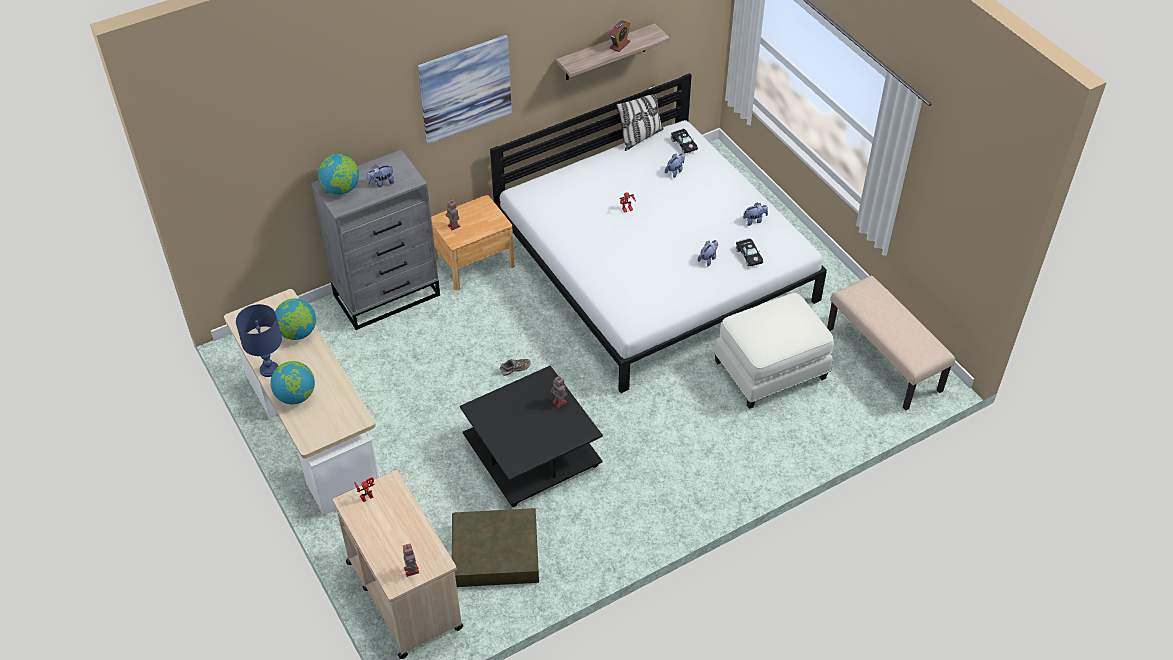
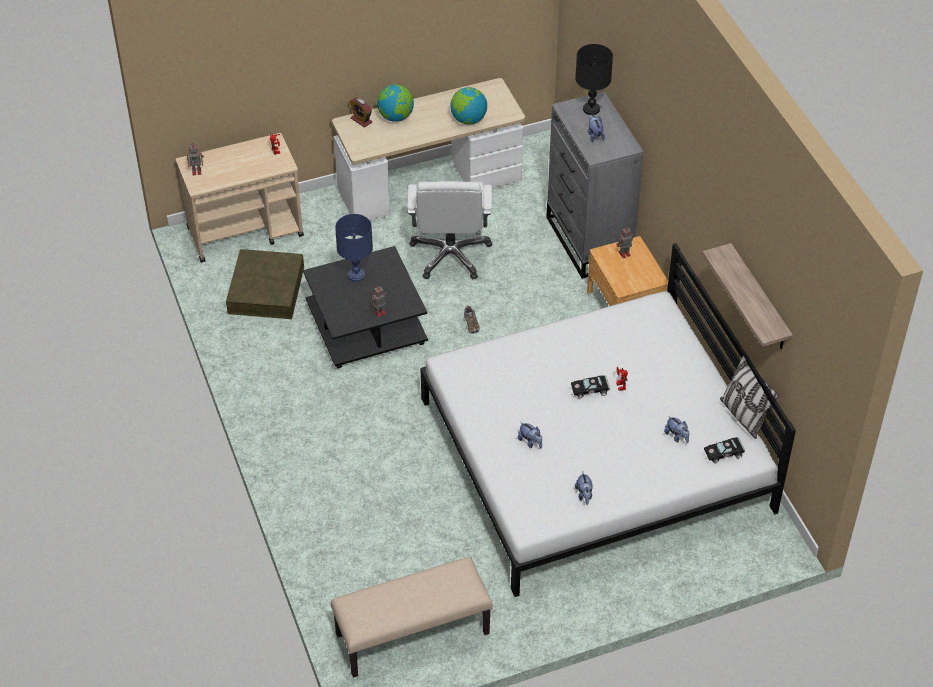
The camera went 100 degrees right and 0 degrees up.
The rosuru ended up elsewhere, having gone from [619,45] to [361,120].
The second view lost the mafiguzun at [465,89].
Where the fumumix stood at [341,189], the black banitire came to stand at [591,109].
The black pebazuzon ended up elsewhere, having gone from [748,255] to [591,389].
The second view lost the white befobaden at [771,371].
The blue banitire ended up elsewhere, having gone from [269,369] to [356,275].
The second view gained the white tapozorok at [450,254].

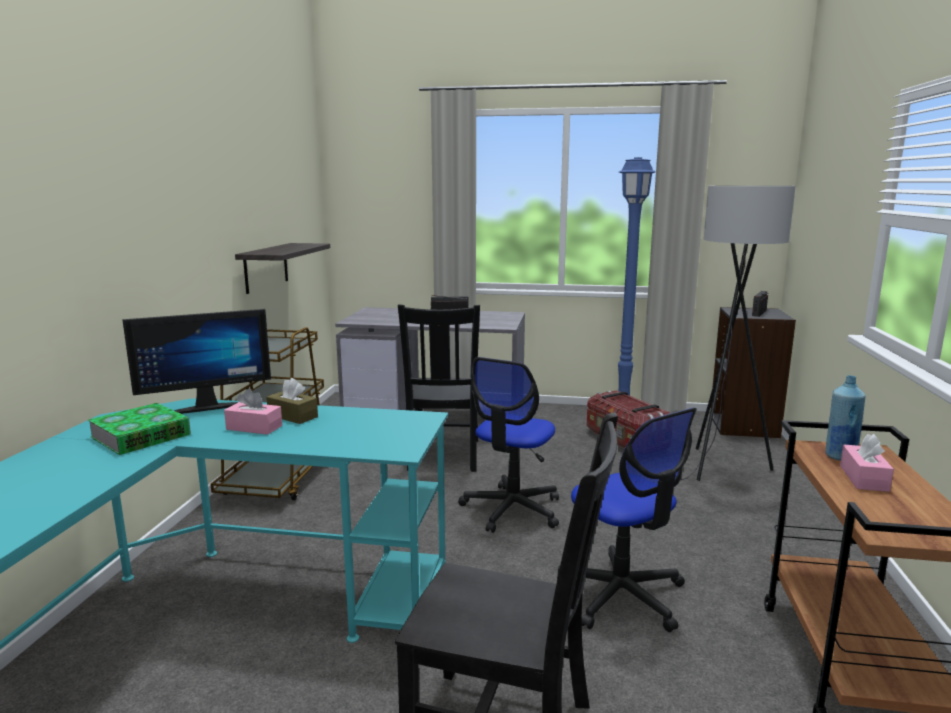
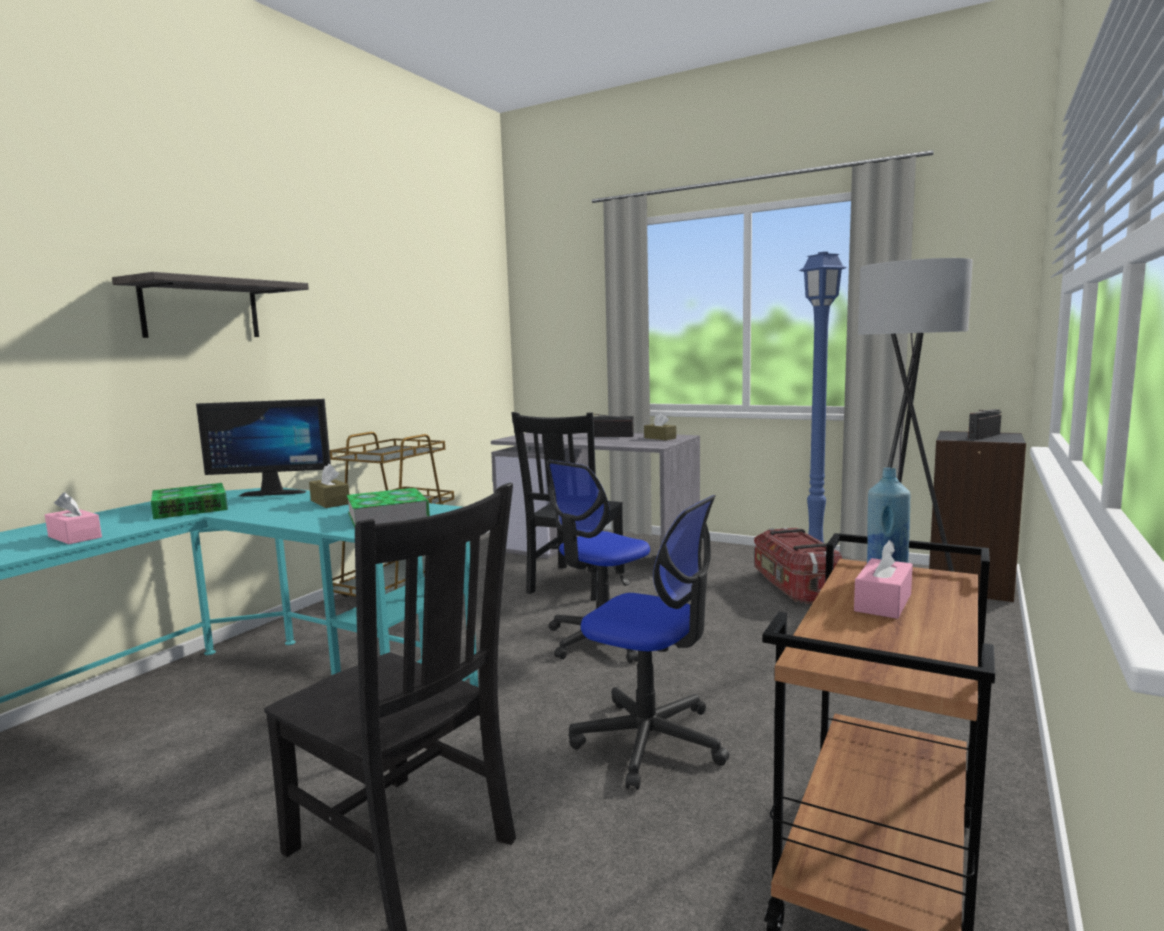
The camera went 20 degrees right and 5 degrees down.
The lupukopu ended up elsewhere, having gone from [266,267] to [201,310].
The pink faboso ended up elsewhere, having gone from [254,427] to [75,537].
The tapozorok at [622,595] ended up facing another way, 45 degrees counterclockwise from before.
The second view gained the brown faboso at [660,438].
The second view gained the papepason at [388,515].

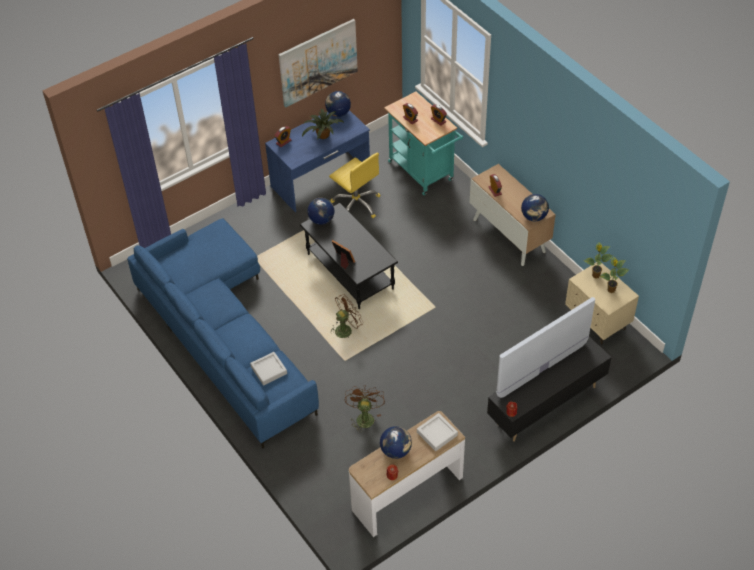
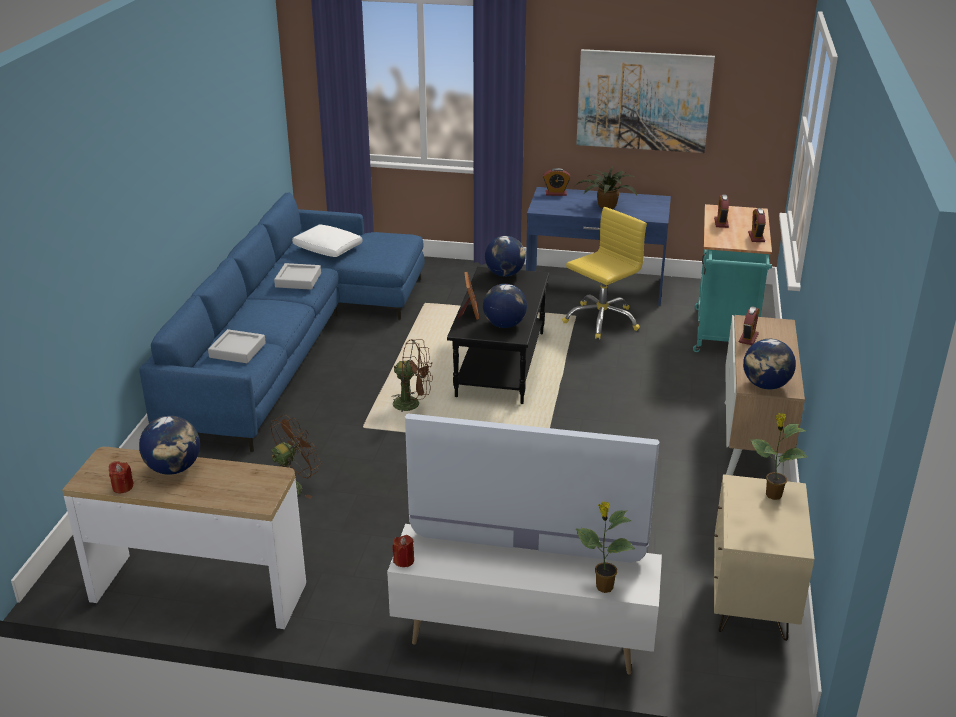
The camera went 45 degrees right and 20 degrees down.
The fumumix ended up elsewhere, having gone from [338,113] to [504,325].
The yellow tapozorok at [356,204] ended up facing another way, 135 degrees counterclockwise from before.
The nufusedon ended up elsewhere, having gone from [611,290] to [603,587].
What was the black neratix at [545,405] turned into the white neratix at [523,639].
The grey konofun ended up elsewhere, having gone from [437,434] to [298,280].
The second view gained the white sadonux at [327,249].

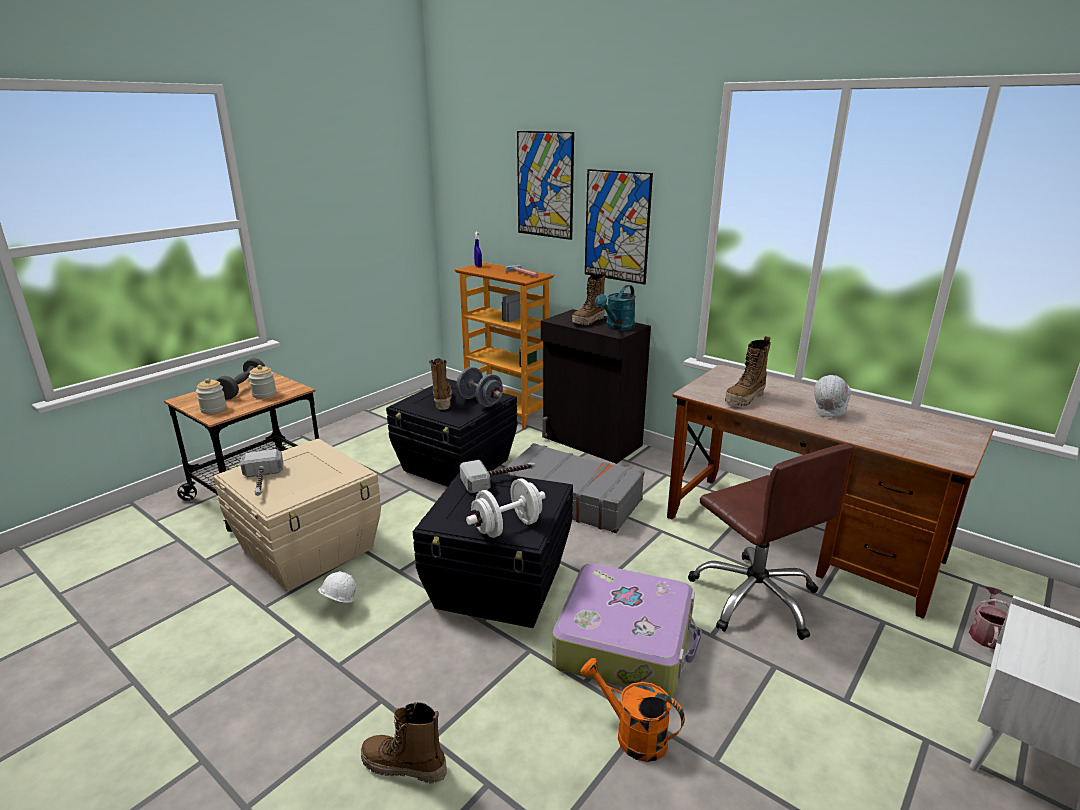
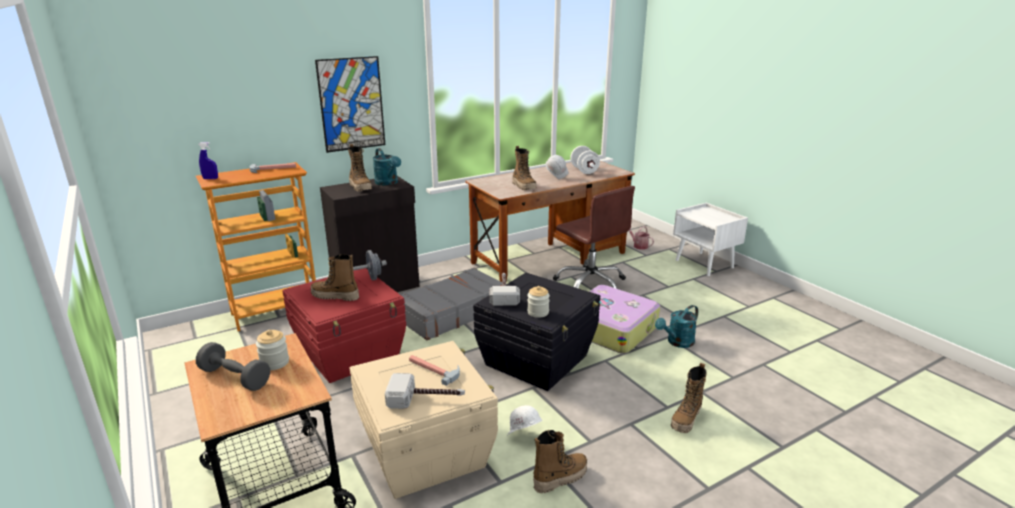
The camera went 70 degrees left and 0 degrees up.
The second view lost the mafiguzun at [545,185].
The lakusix ended up elsewhere, having gone from [213,409] to [538,312].
What was the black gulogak at [456,466] turned into the red gulogak at [351,353].
The brown tapozorok at [755,597] ended up facing another way, 60 degrees clockwise from before.
The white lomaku ended up elsewhere, having gone from [507,527] to [584,171].
What was the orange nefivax at [632,734] turned into the turquoise nefivax at [677,342].
The second view gained the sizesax at [434,369].
The second view gained the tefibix at [560,478].

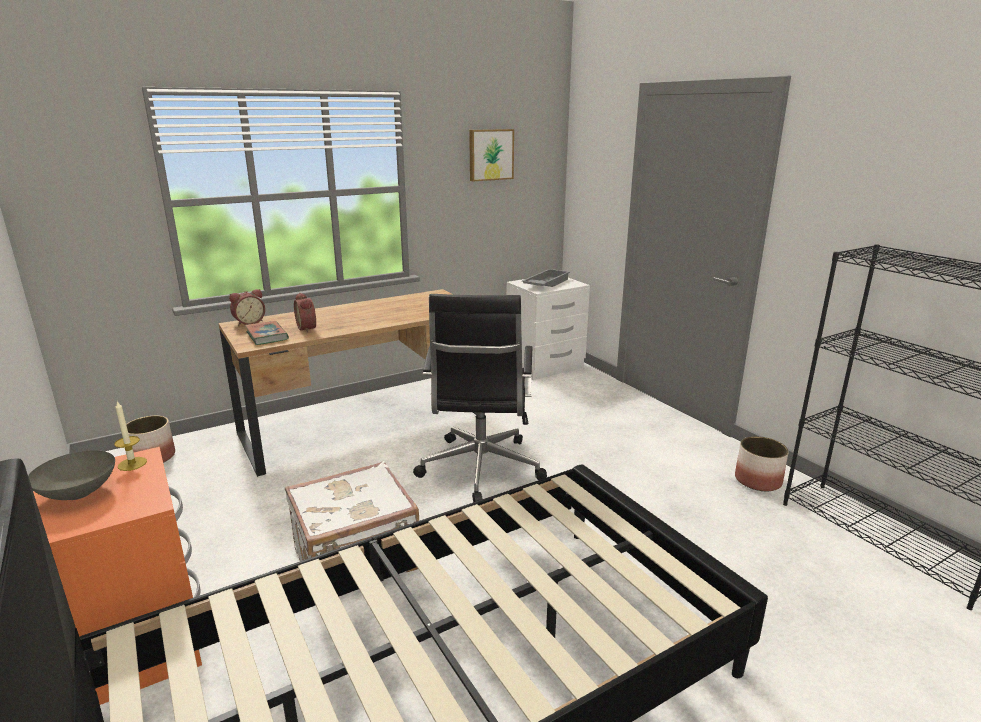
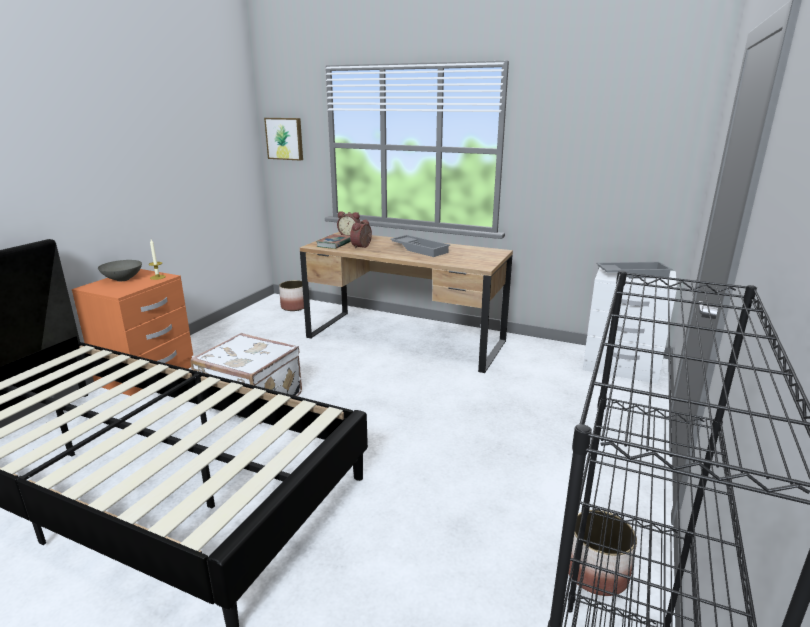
The camera went 55 degrees right and 0 degrees up.
The mafiguzun ended up elsewhere, having gone from [490,154] to [285,138].
The second view lost the black tapozorok at [480,470].
The second view gained the grey konofun at [420,249].

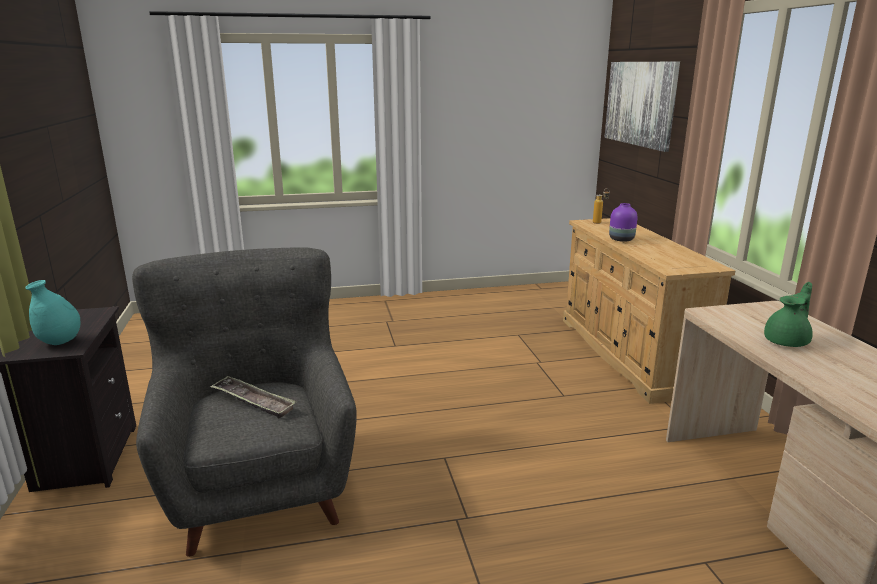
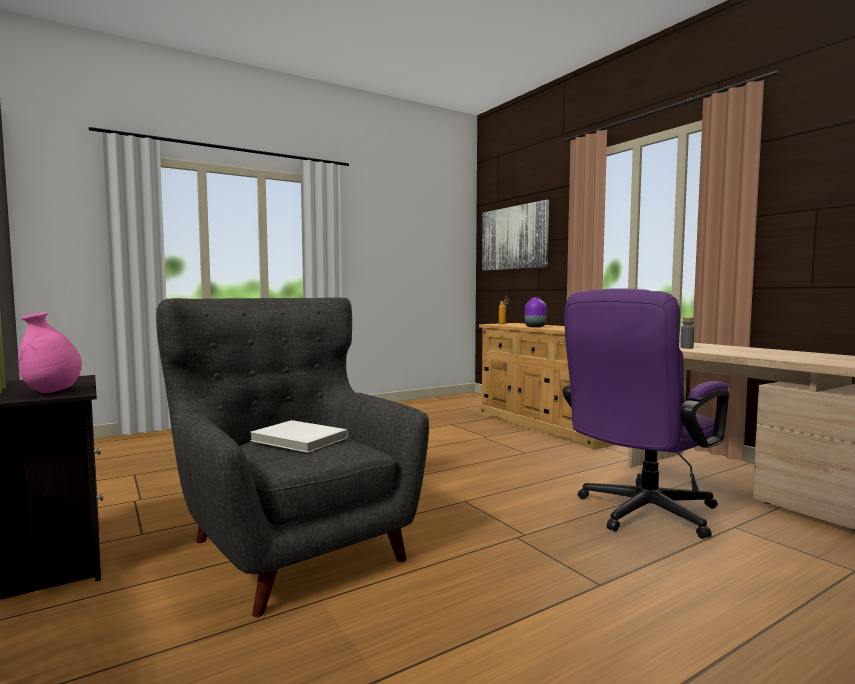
The camera went 20 degrees left and 15 degrees down.
What was the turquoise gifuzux at [60,342] turned into the pink gifuzux at [52,392].
The second view lost the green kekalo at [787,342].
Where the konofun stood at [253,401], the white papepason came to stand at [298,440].
The second view gained the purple tapozorok at [640,514].
The second view gained the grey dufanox at [686,348].

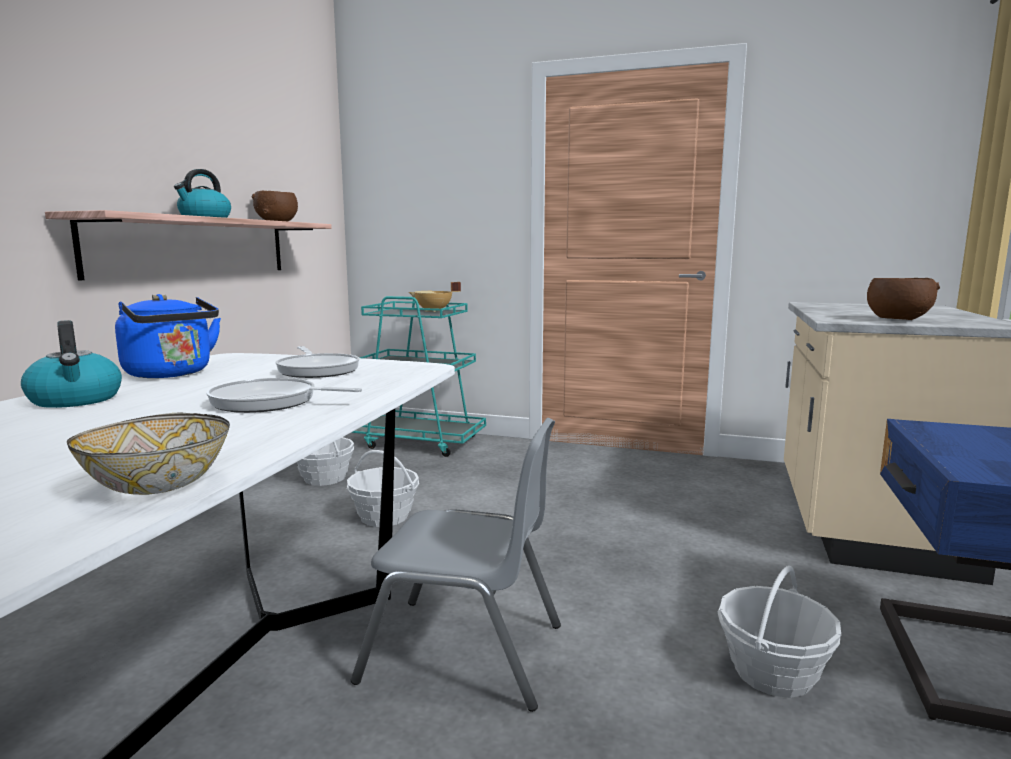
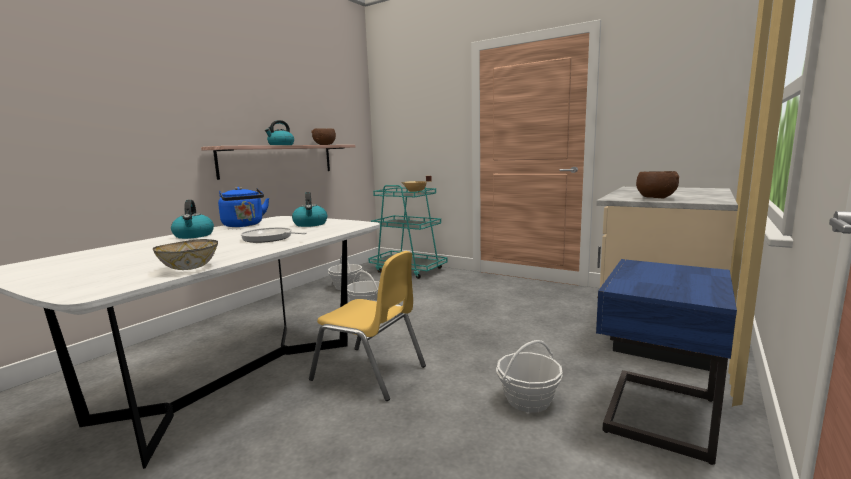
The camera went 15 degrees right and 0 degrees up.
Where the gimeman stood at [317,370], the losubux came to stand at [310,224].
What was the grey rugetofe at [464,652] turned into the yellow rugetofe at [369,373].

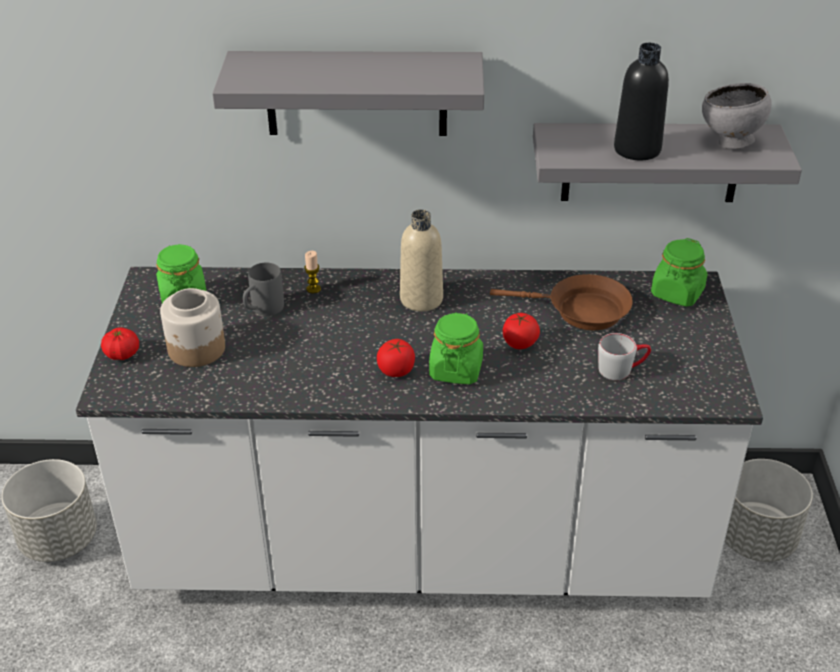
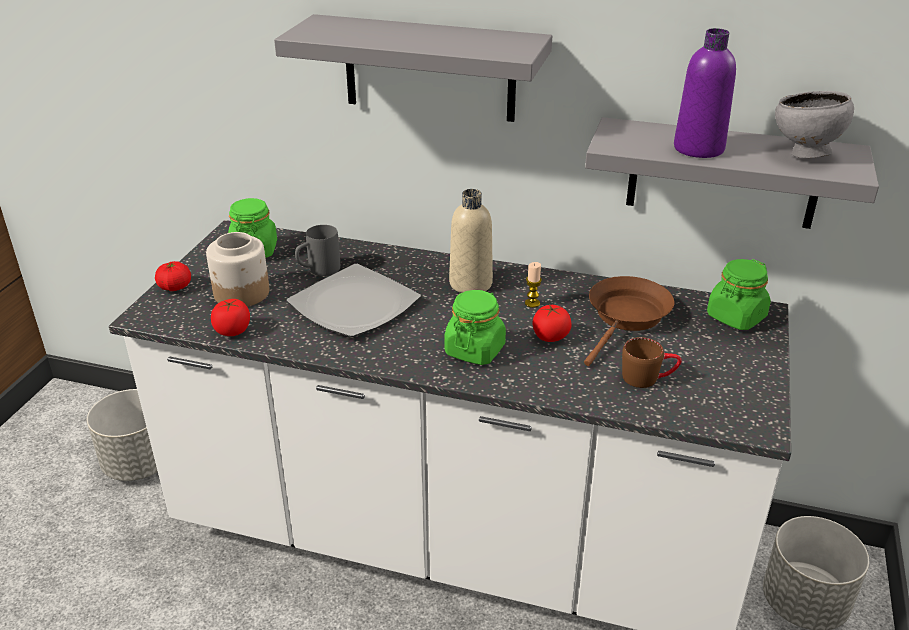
The camera went 15 degrees right and 5 degrees down.
What was the black dufanox at [637,149] turned into the purple dufanox at [698,149].
The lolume ended up elsewhere, having gone from [313,289] to [532,303].
The brown gimeman at [581,311] ended up facing another way, 90 degrees counterclockwise from before.
What was the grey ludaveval at [622,369] turned into the brown ludaveval at [648,378].
The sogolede ended up elsewhere, having gone from [396,370] to [233,330].
The second view gained the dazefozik at [354,304].

